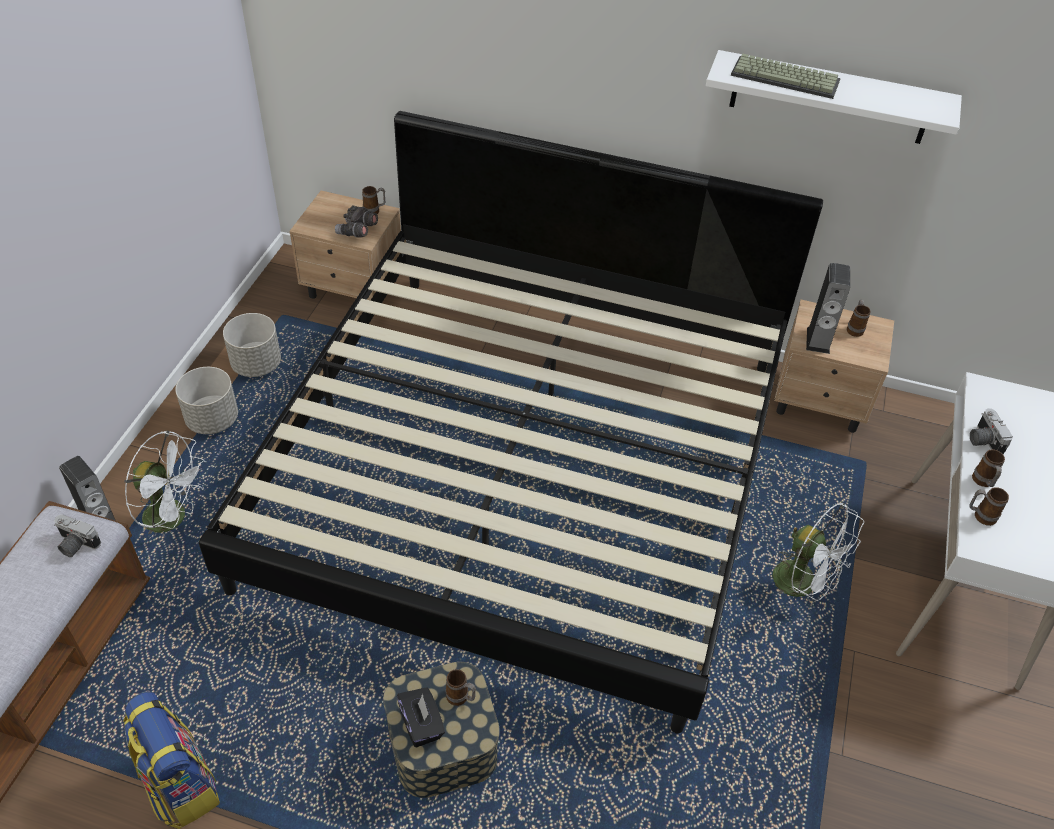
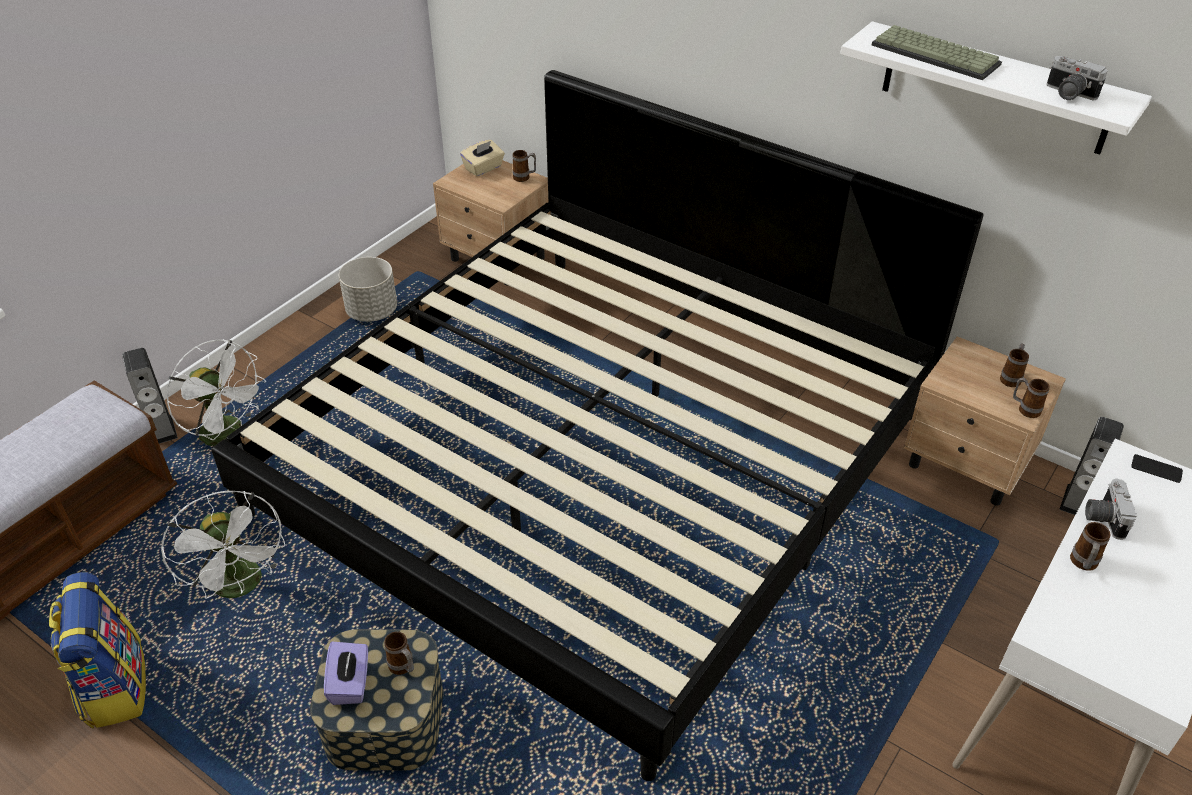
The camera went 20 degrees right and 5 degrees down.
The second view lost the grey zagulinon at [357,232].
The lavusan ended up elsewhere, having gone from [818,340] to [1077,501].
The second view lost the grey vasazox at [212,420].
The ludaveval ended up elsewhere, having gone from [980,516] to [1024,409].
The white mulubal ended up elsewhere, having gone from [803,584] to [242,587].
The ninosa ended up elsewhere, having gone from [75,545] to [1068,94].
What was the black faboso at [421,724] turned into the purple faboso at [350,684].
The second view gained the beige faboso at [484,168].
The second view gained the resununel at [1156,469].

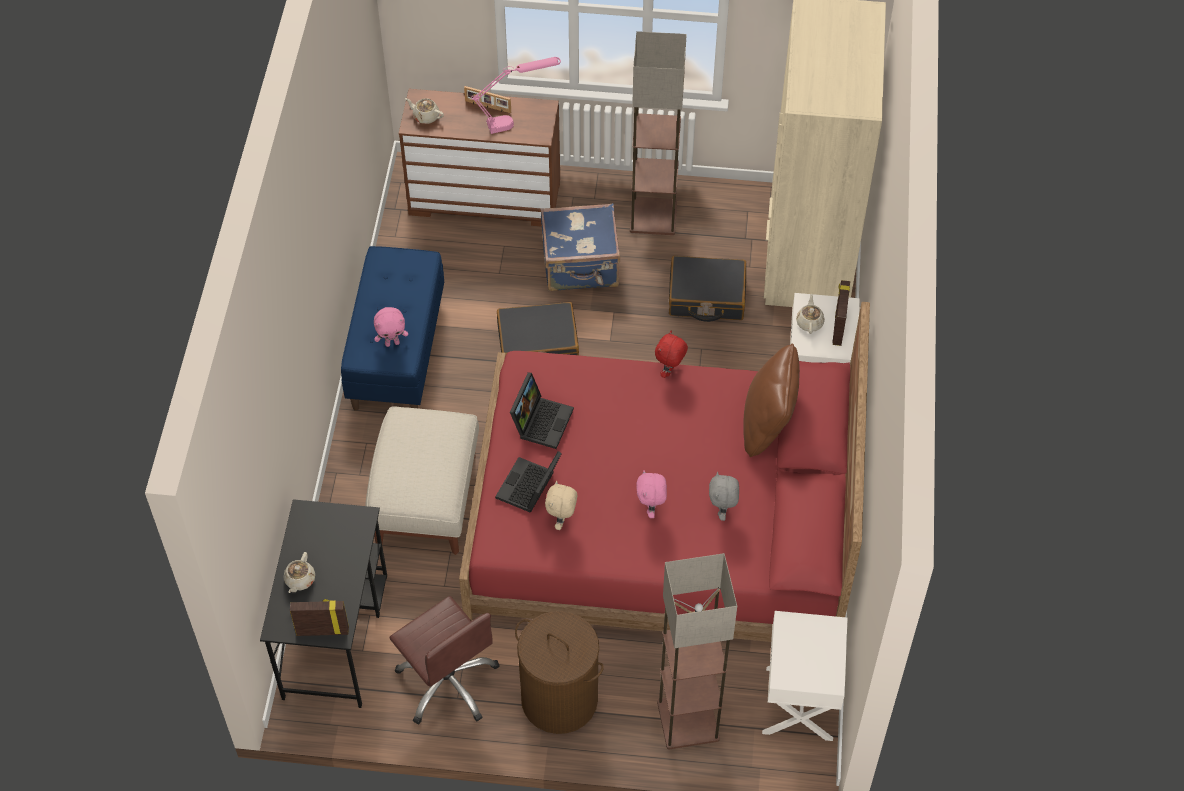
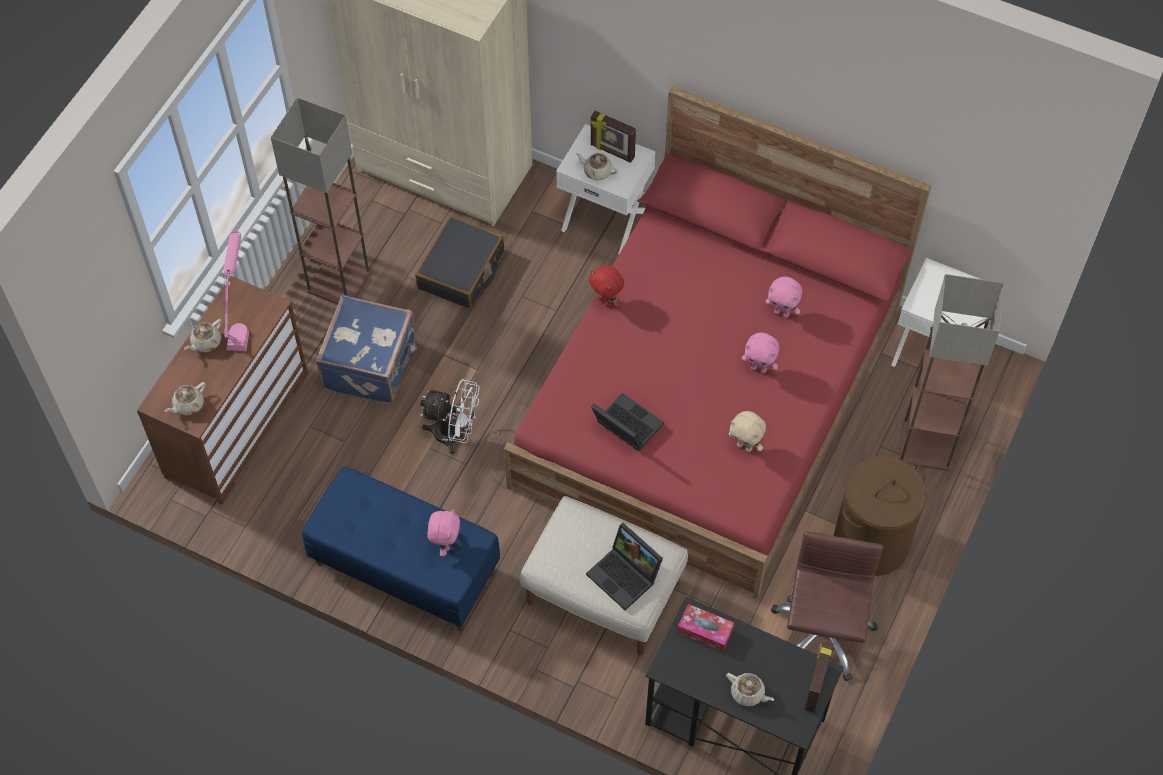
The camera went 70 degrees left and 5 degrees up.
Where the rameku stood at [487,107], the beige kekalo came to stand at [206,342].
Where the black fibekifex stood at [538,344], the white mulubal came to stand at [454,434].
The second view lost the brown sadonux at [767,424].
The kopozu ended up elsewhere, having gone from [529,489] to [626,576].
What was the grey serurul at [722,511] turned into the pink serurul at [782,312].
The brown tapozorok at [448,682] ended up facing another way, 60 degrees counterclockwise from before.
The second view gained the faboso at [705,631].

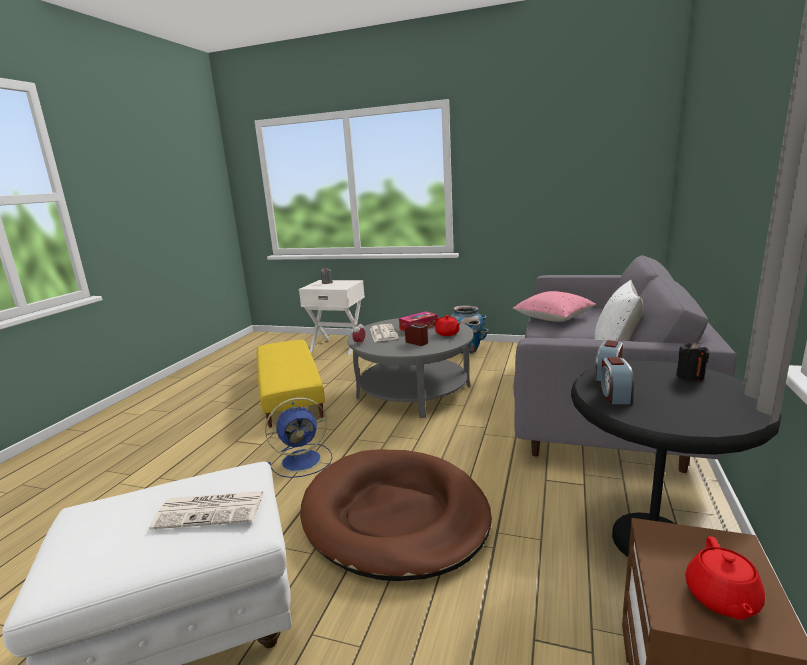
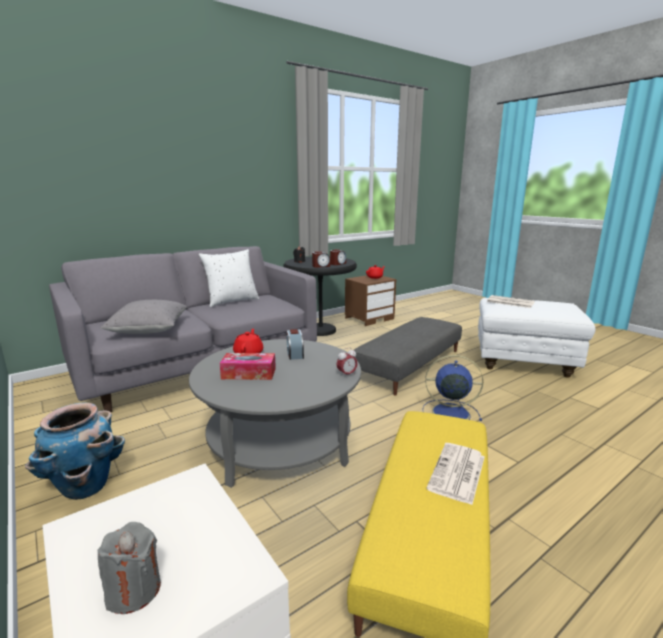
The camera went 145 degrees left and 0 degrees up.
What was the pink sadonux at [553,318] turned into the grey sadonux at [149,330].
The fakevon ended up elsewhere, having gone from [383,333] to [457,473].
Where the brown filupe stood at [395,516], the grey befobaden came to stand at [408,365].

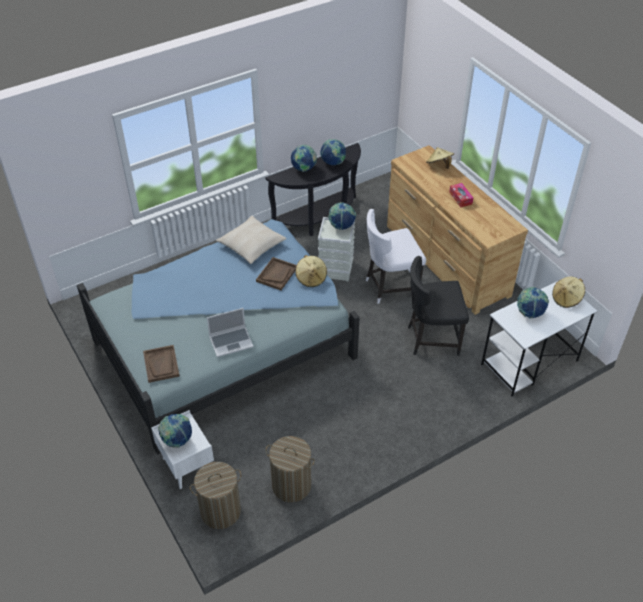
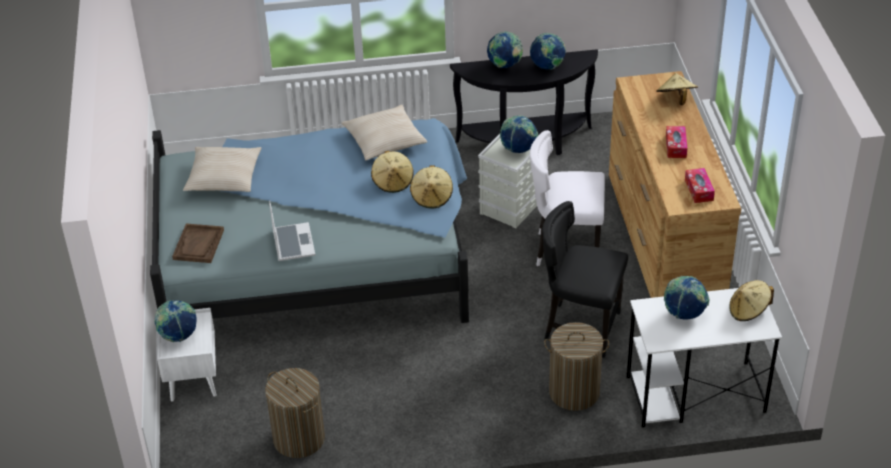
The camera went 25 degrees right and 5 degrees down.
Where the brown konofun stood at [277,274], the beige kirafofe came to stand at [393,182].
The kopozu at [231,341] ended up facing another way, 105 degrees counterclockwise from before.
The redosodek ended up elsewhere, having gone from [220,511] to [574,392].
The second view gained the beige sadonux at [224,177].
The second view gained the faboso at [699,190].

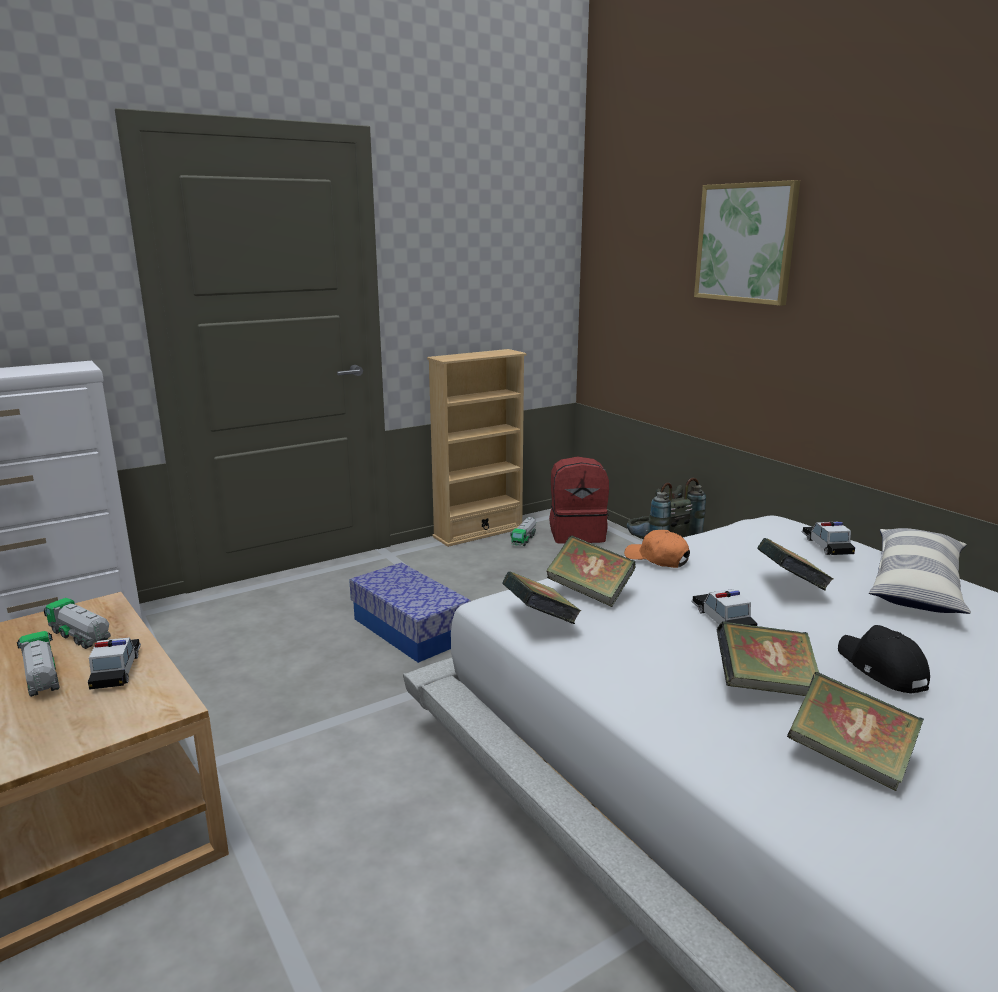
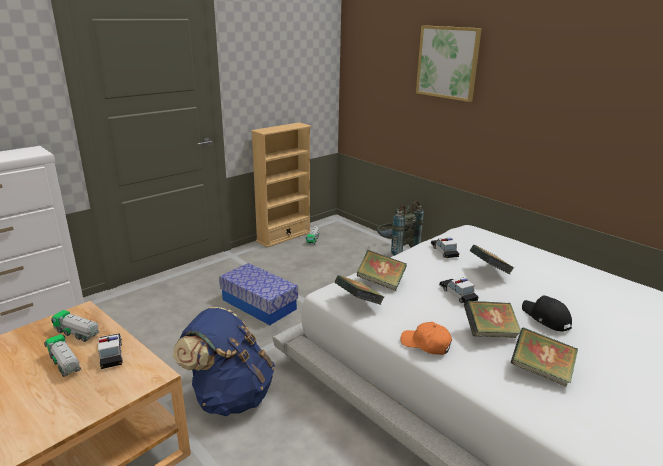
The camera went 10 degrees left and 5 degrees up.
The second view lost the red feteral at [577,534].
The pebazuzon ended up elsewhere, having gone from [826,545] to [444,251].
The second view lost the sadonux at [916,586].
The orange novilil ended up elsewhere, having gone from [657,559] to [426,344].
The second view gained the blue feteral at [230,396].

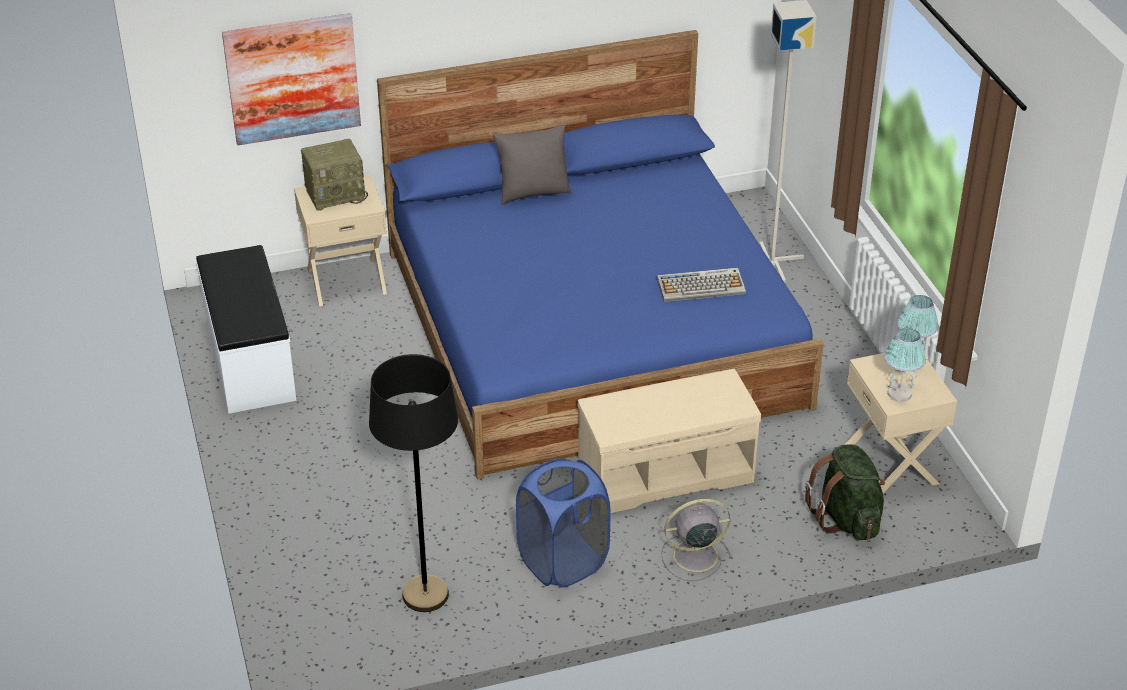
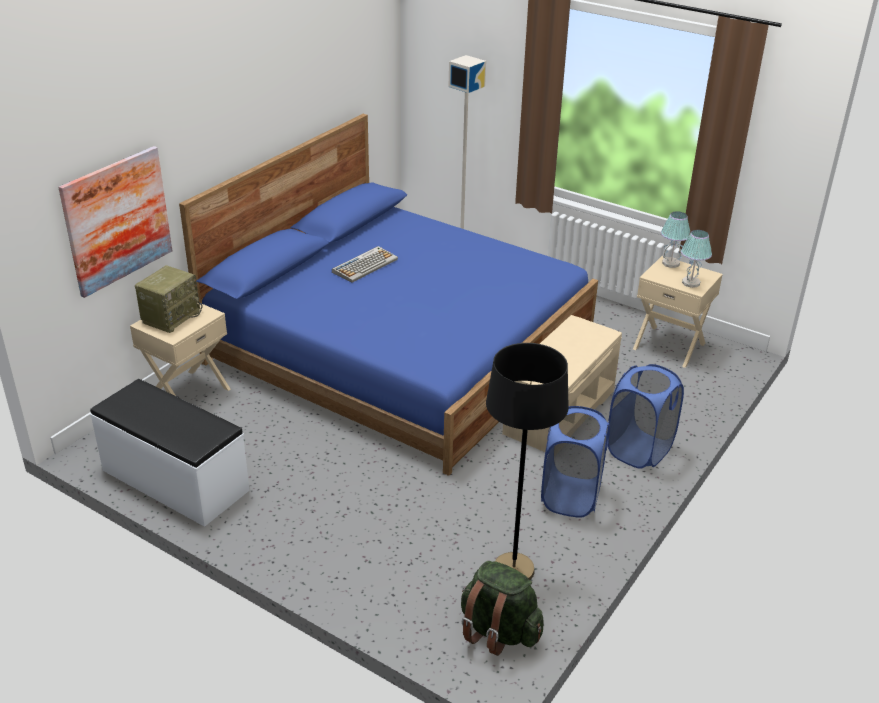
The camera went 40 degrees left and 5 degrees down.
The second view lost the grey sadonux at [533,193].
The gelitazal ended up elsewhere, having gone from [701,286] to [365,265].
The green feteral ended up elsewhere, having gone from [846,518] to [498,631].
Where the grey mulubal stood at [693,556], the blue redosodek came to stand at [639,450].

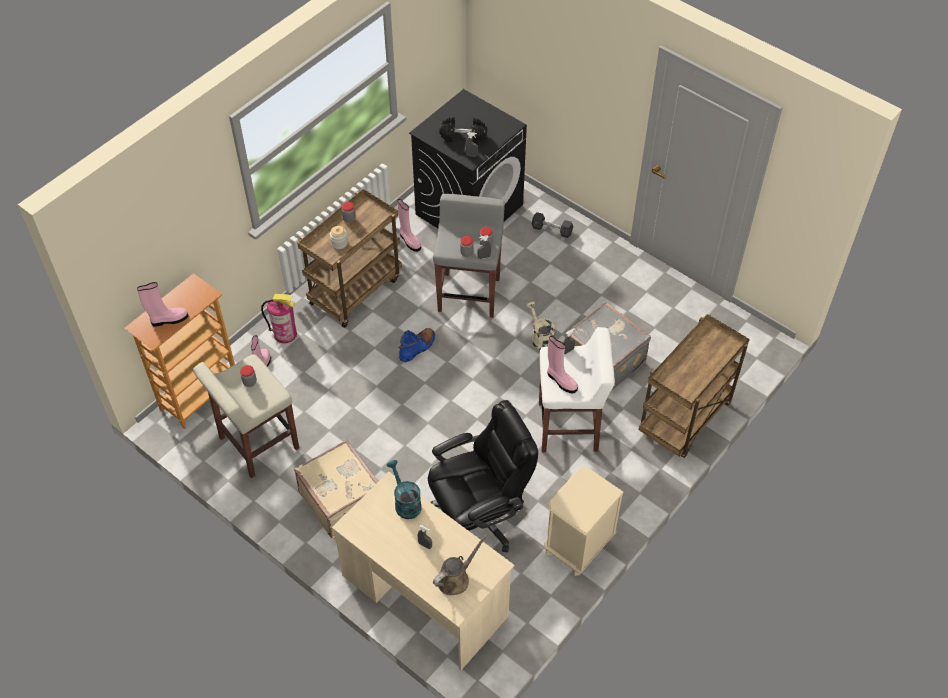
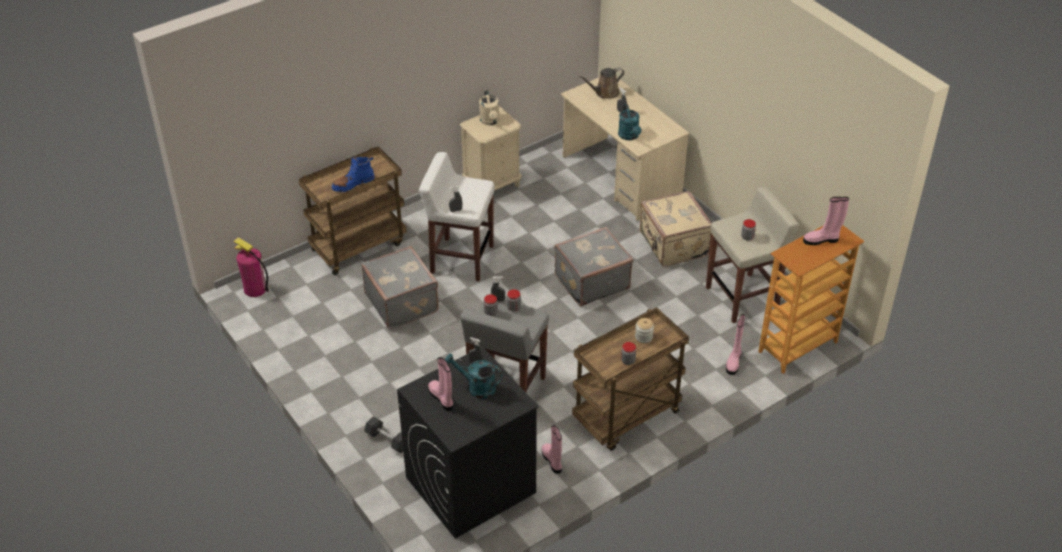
The camera went 165 degrees left and 10 degrees down.
Where the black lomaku stood at [463,136], the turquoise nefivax came to stand at [476,387].
The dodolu ended up elsewhere, having gone from [285,334] to [255,289].
The beige nefivax ended up elsewhere, having gone from [540,337] to [490,121].
The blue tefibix ended up elsewhere, having gone from [417,348] to [353,184].
The pink tefibix ended up elsewhere, having gone from [561,381] to [442,398].
The second view lost the black tapozorok at [479,516].
The second view gained the grey fibekifex at [591,281].

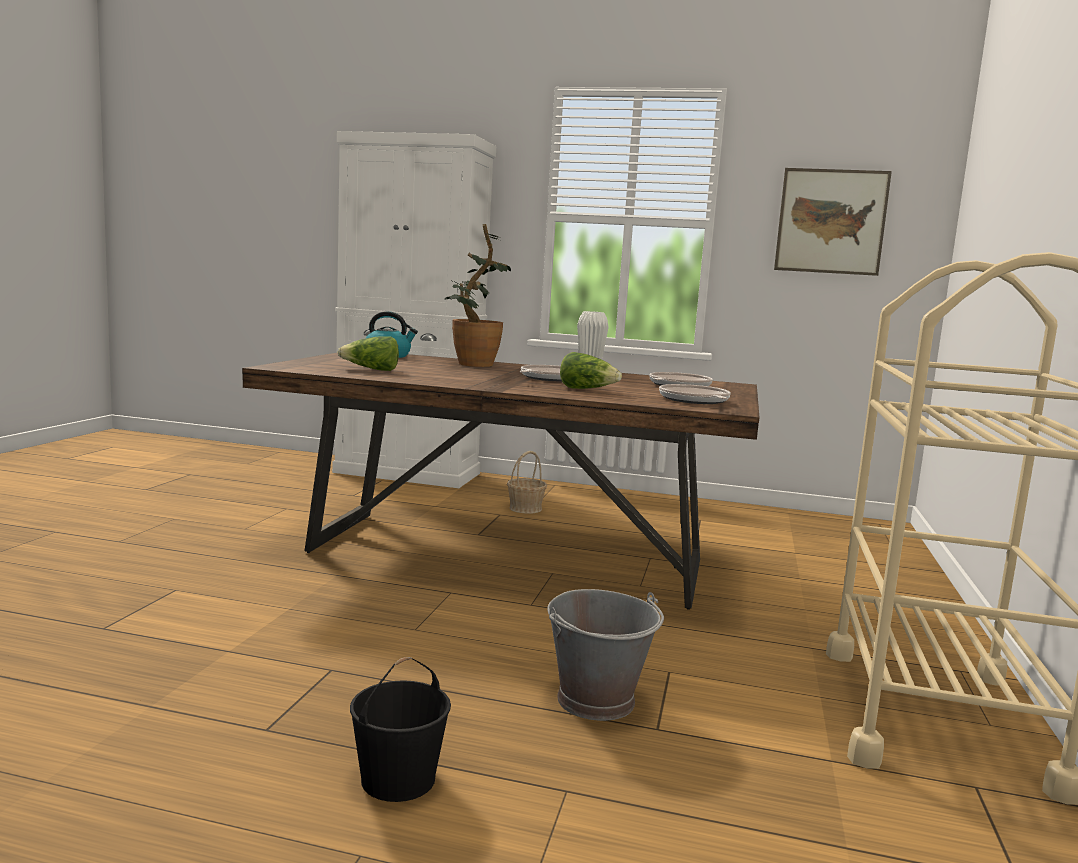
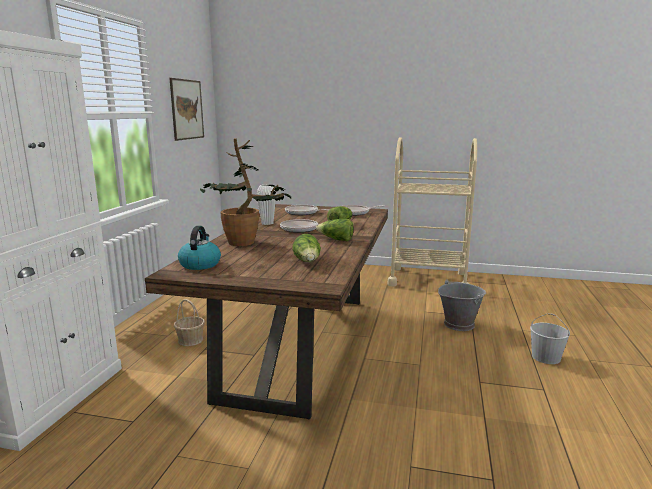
The camera went 90 degrees left and 5 degrees up.
What was the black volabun at [399,778] turned into the white volabun at [545,357].
The second view gained the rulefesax at [336,240].

